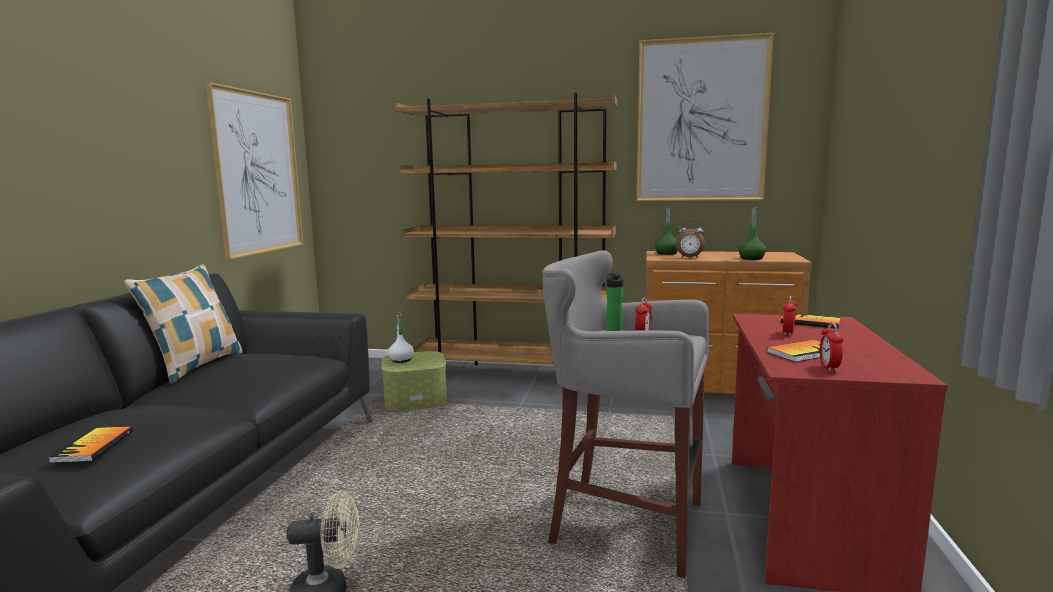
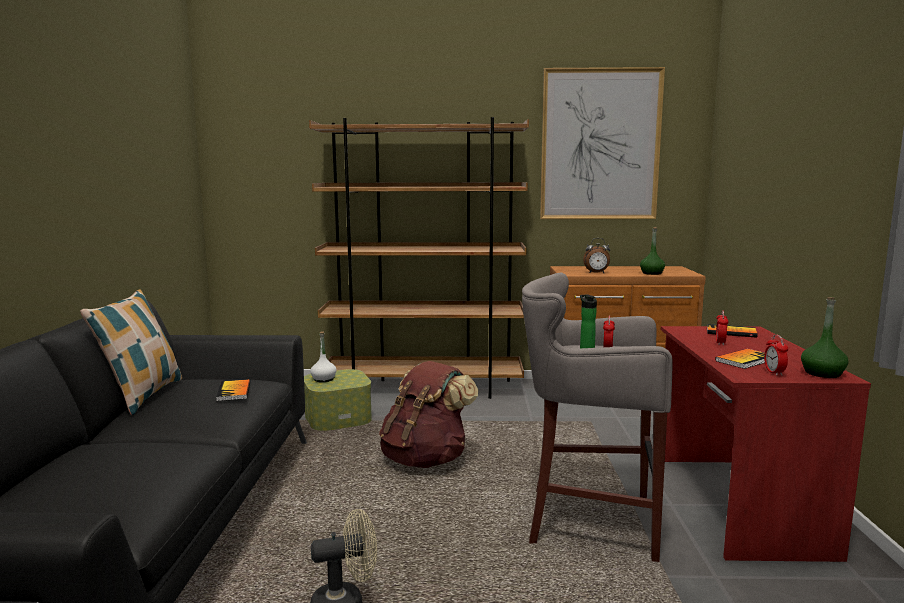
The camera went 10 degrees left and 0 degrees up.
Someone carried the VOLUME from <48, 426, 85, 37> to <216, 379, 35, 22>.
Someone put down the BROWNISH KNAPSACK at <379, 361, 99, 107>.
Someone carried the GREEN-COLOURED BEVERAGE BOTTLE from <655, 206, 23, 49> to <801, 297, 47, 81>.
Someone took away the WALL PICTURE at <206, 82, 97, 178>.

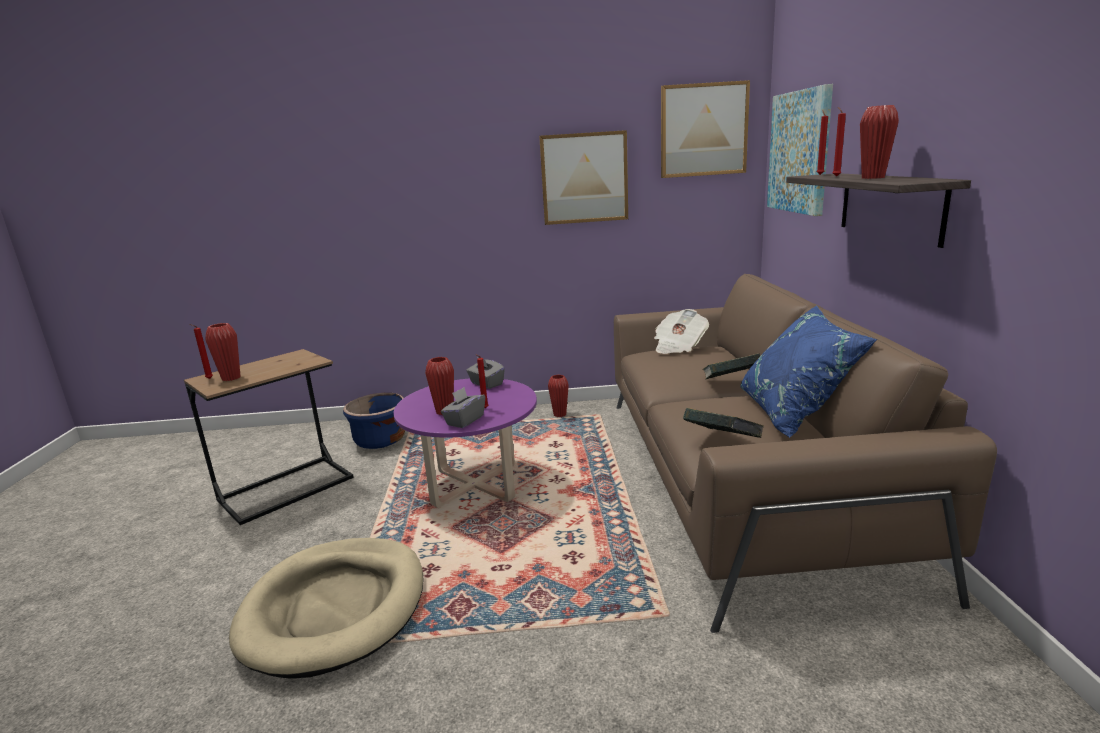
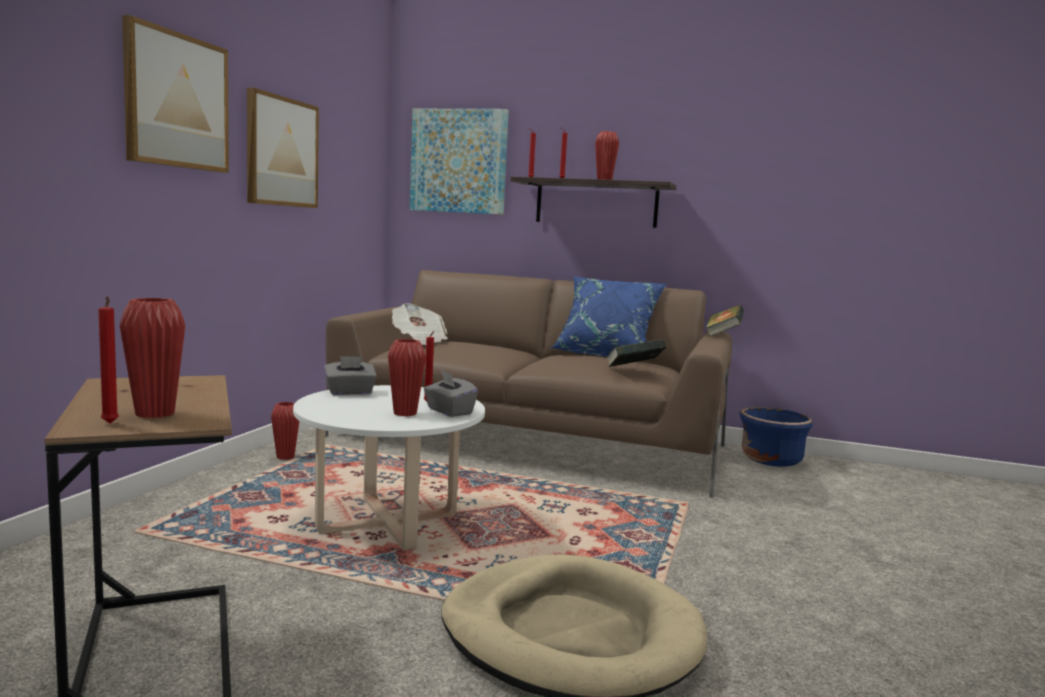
The camera went 70 degrees left and 10 degrees down.
Someone carried the WALL PICTURE from <661, 80, 89, 98> to <122, 15, 107, 158>.
Someone repainted the PURPLISH LOW TABLE at <393, 378, 144, 130>, which became the WHITE LOW TABLE at <293, 385, 192, 166>.
Someone carried the VOLUME from <702, 353, 58, 27> to <706, 305, 38, 32>.
Someone carried the BLUE-COLOURED FLOWER POT from <343, 393, 62, 56> to <739, 407, 74, 60>.

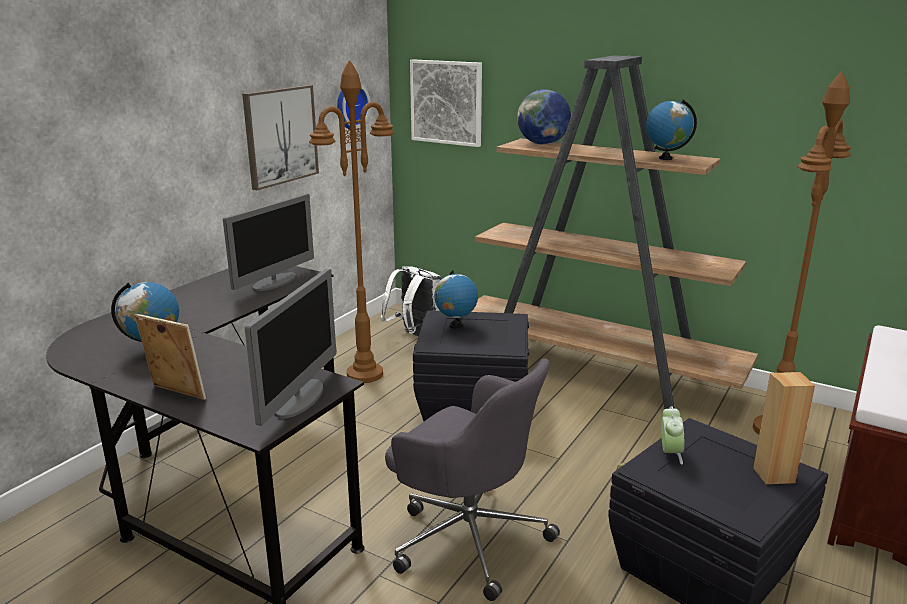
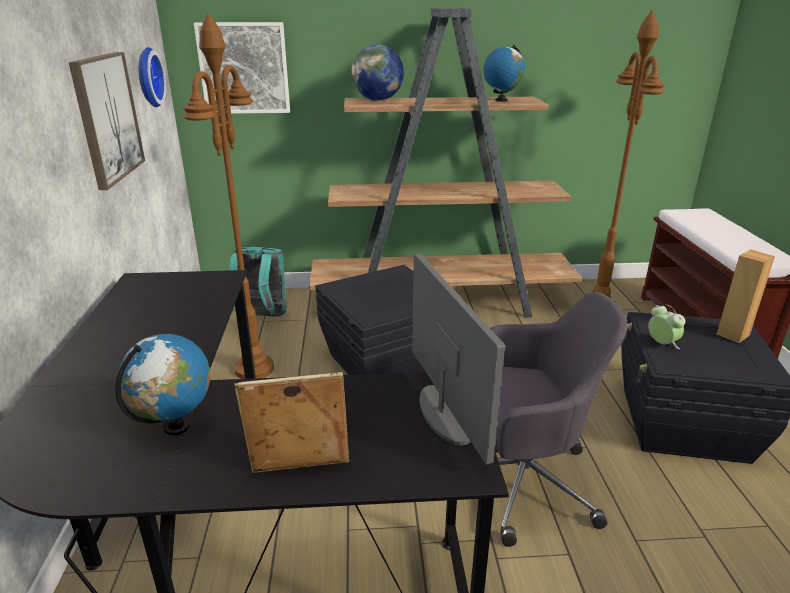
The camera went 35 degrees left and 5 degrees up.
Someone repainted the WHITE KNAPSACK at <380, 266, 62, 70>, which became the TURQUOISE KNAPSACK at <229, 247, 58, 70>.
Someone took away the COMPUTER SCREEN at <223, 194, 91, 97>.
Someone took away the GLOBE at <434, 270, 44, 58>.

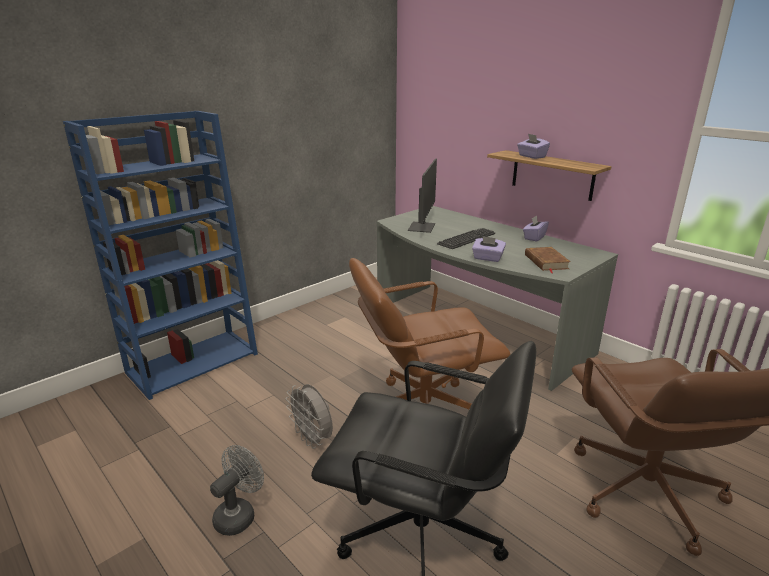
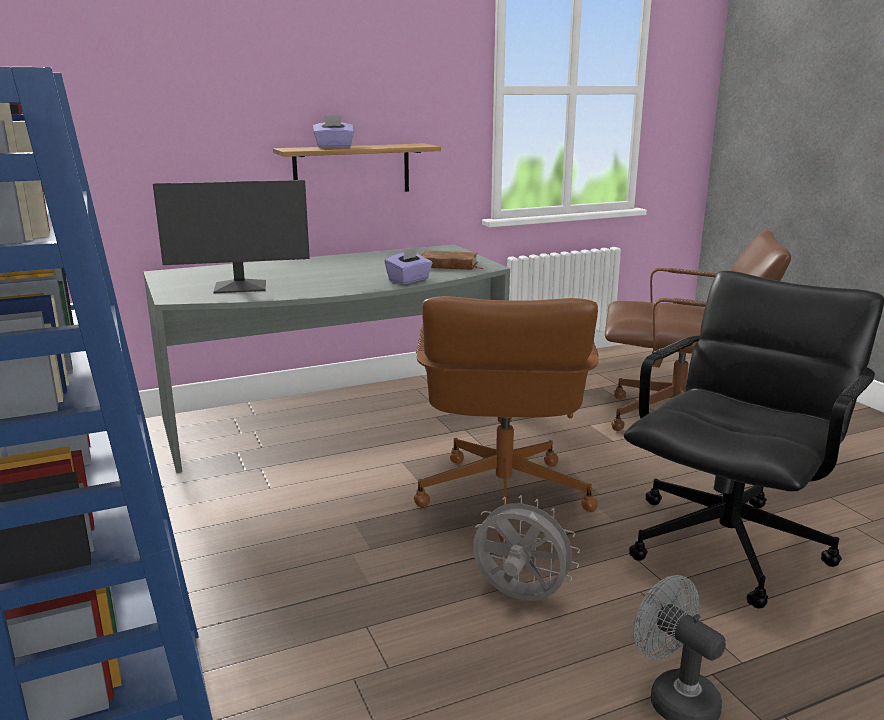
The camera went 70 degrees left and 5 degrees down.
Someone rotated the COMPUTER SCREEN at <408, 158, 29, 75> by 135 degrees clockwise.
Someone rotated the GRAY COOLING FAN at <286, 384, 47, 65> by 135 degrees counterclockwise.
Someone took away the PC KEYBOARD at <437, 228, 58, 21>.
Someone took away the PURPLISH TISSUE BOX at <523, 215, 26, 27>.

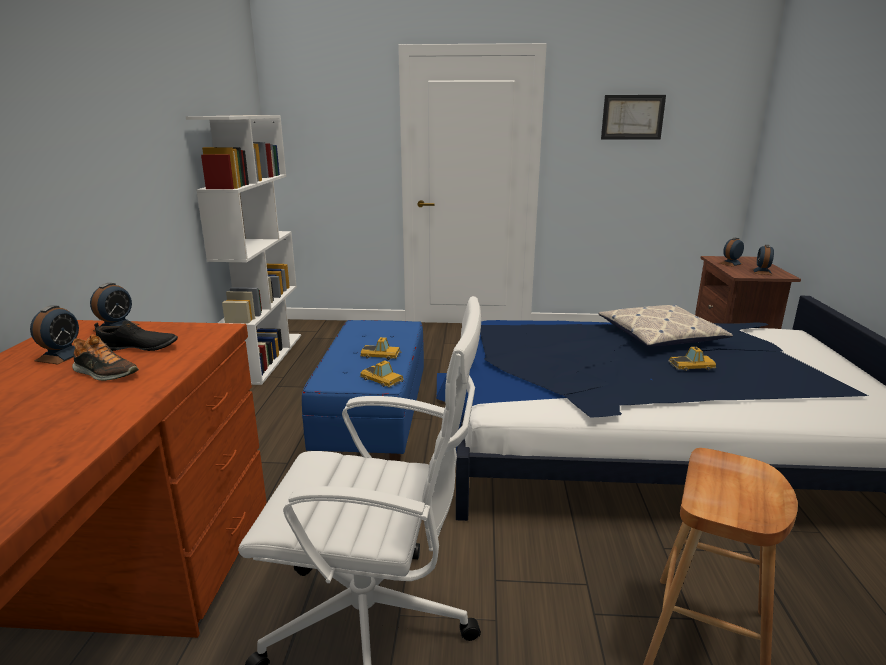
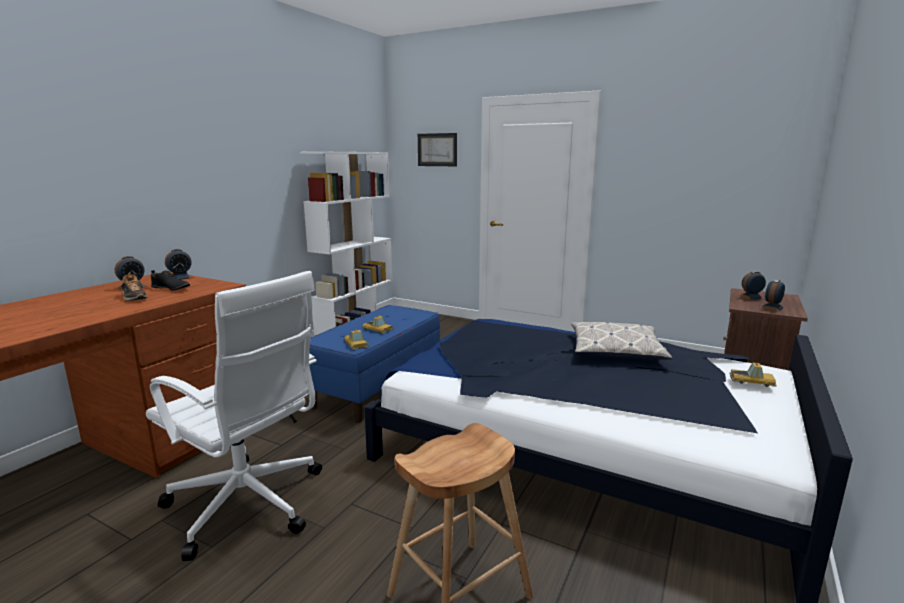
The camera went 25 degrees right and 5 degrees down.
Someone carried the WALL PICTURE from <601, 95, 65, 45> to <418, 133, 39, 33>.
Someone carried the MODEL CAR from <668, 346, 48, 25> to <729, 363, 48, 24>.

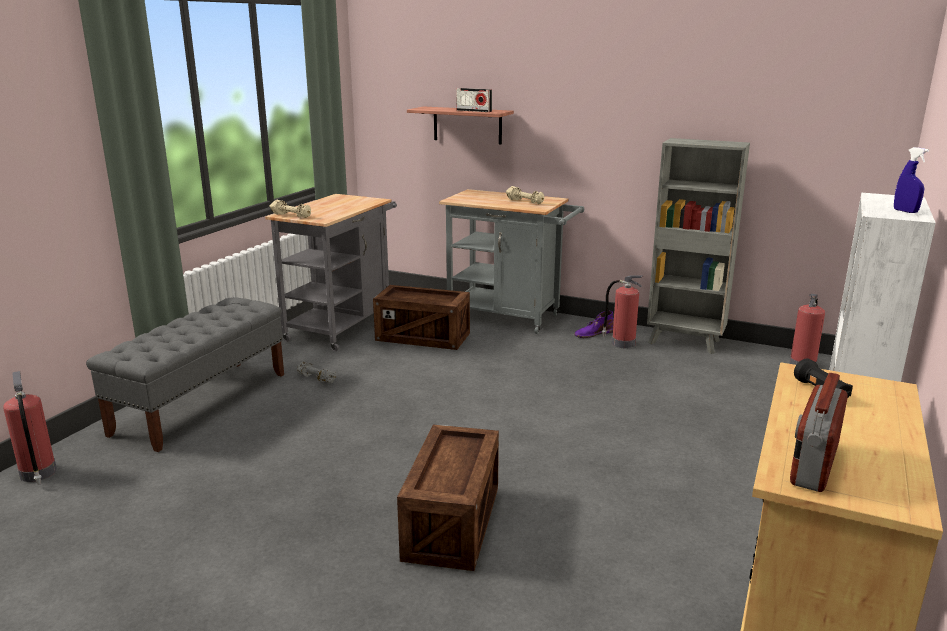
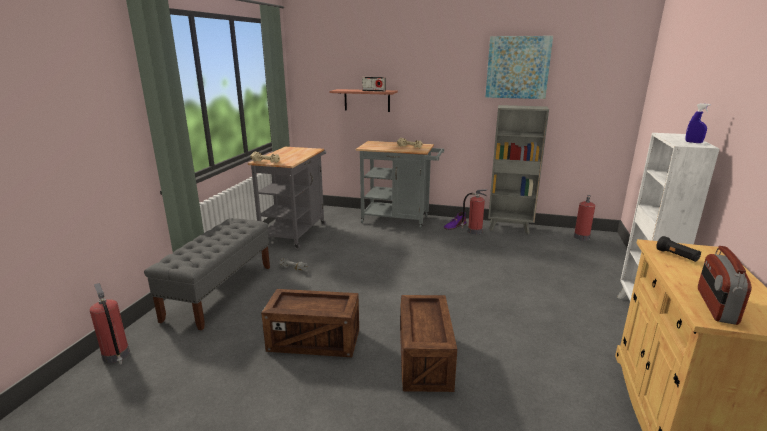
The camera went 10 degrees left and 0 degrees up.
Someone carried the SHIPPING CRATE from <373, 285, 97, 65> to <261, 289, 98, 68>.
Someone put up the WALL PICTURE at <486, 36, 67, 63>.

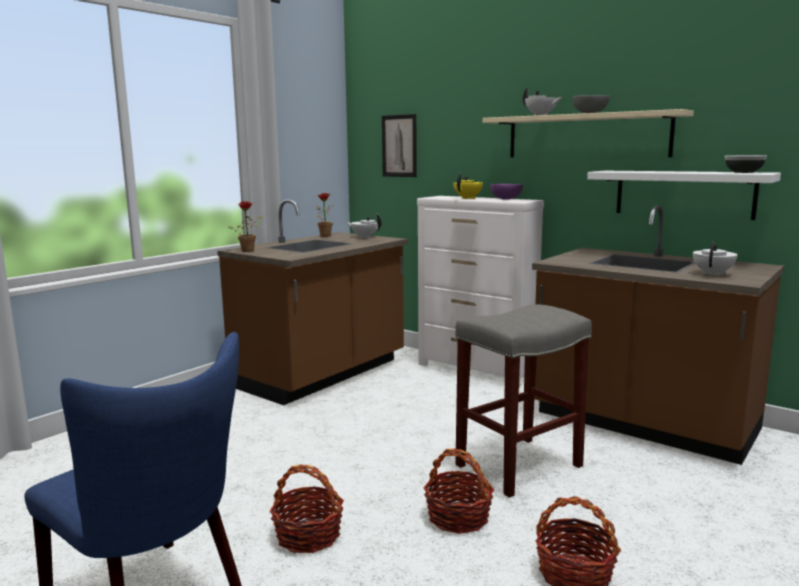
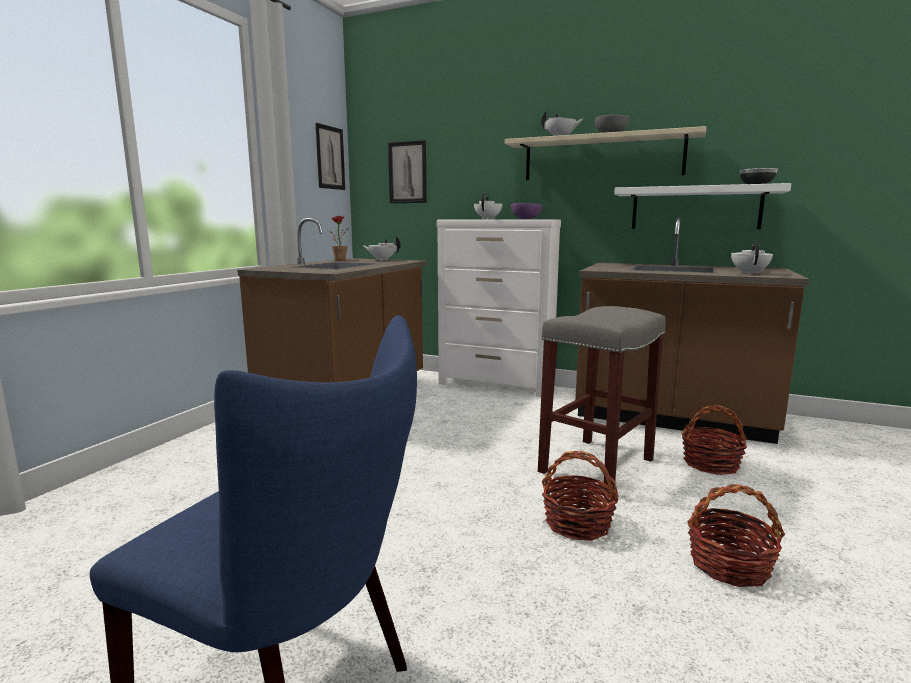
The camera went 15 degrees left and 0 degrees up.
Someone put up the WALL PICTURE at <315, 123, 30, 67>.
Someone repainted the YELLOW TEAPOT at <453, 173, 30, 26>, which became the WHITE TEAPOT at <474, 192, 28, 27>.
Someone carried the BASKET from <270, 465, 74, 88> to <682, 405, 65, 70>.
Someone took away the HOUSEPLANT at <228, 201, 34, 51>.

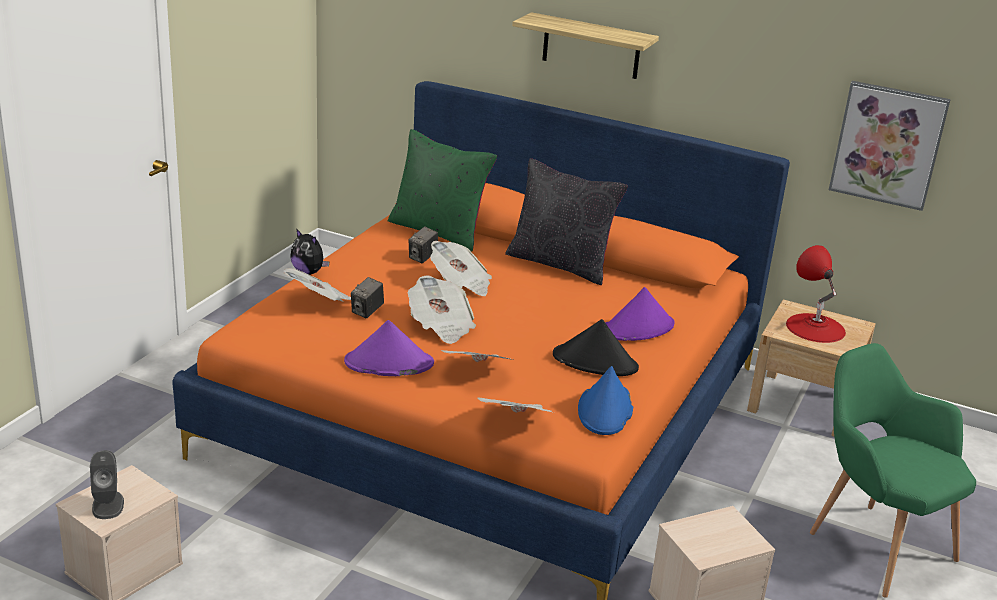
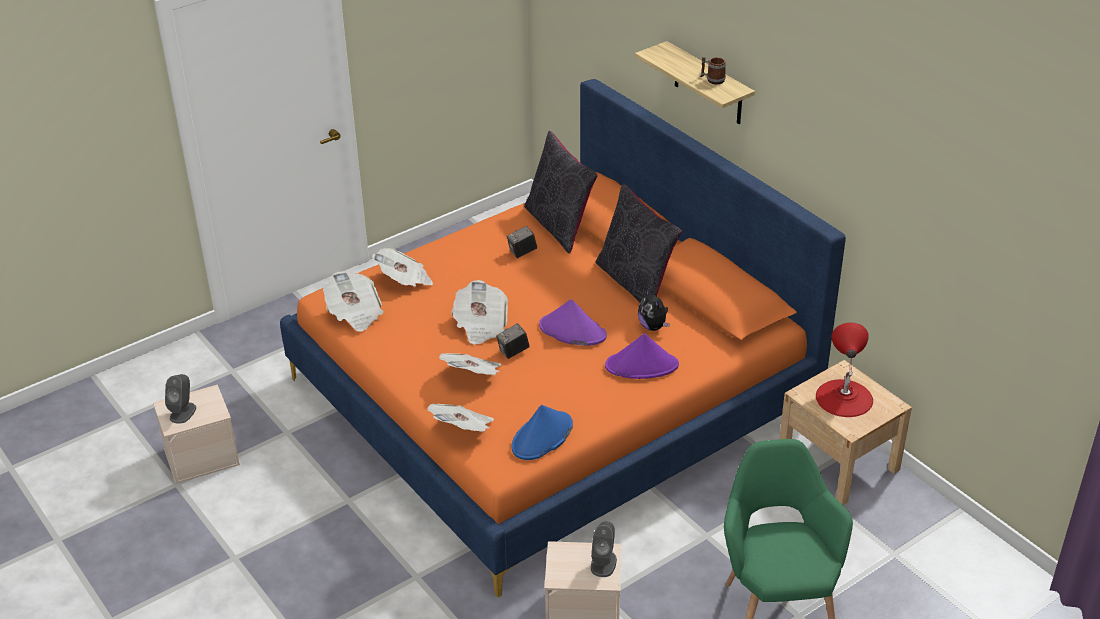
The camera went 30 degrees right and 10 degrees up.
Someone carried the NEWSPAPER from <430, 241, 62, 55> to <323, 271, 61, 61>.
Someone carried the PHOTO CAMERA from <351, 277, 33, 42> to <496, 323, 34, 36>.
Someone repainted the GREEN-COLOURED PILLOW at <388, 129, 109, 123>, which became the BLACK-COLOURED PILLOW at <524, 131, 74, 123>.
Someone carried the PURPLISH HAT from <344, 320, 90, 56> to <539, 299, 68, 47>.
Someone put down the GRAY AUDIO SPEAKER at <591, 521, 26, 56>.
Someone carried the CUDDLY TOY from <290, 228, 40, 47> to <638, 289, 31, 42>.
Someone put down the MUG at <700, 57, 26, 27>.
Someone took away the BLACK-COLOURED HAT at <553, 319, 86, 57>.
Someone took away the WALL PICTURE at <829, 81, 122, 130>.

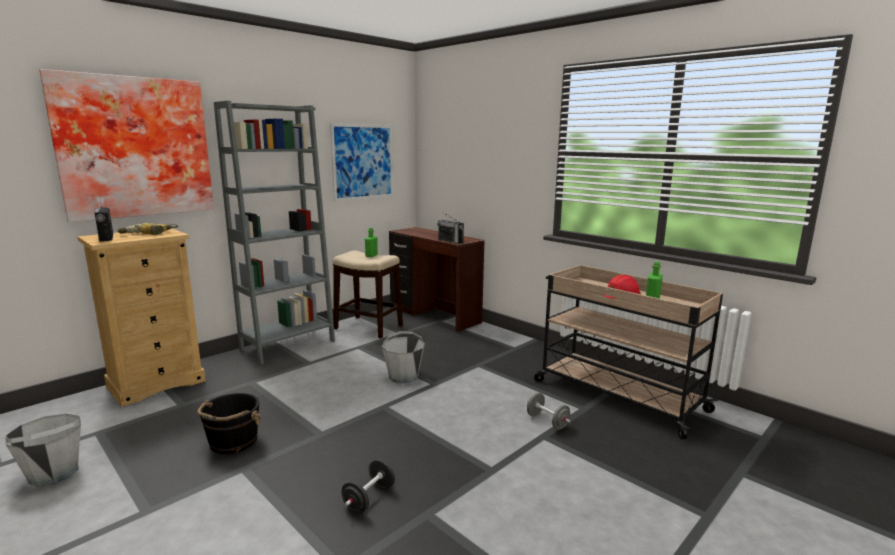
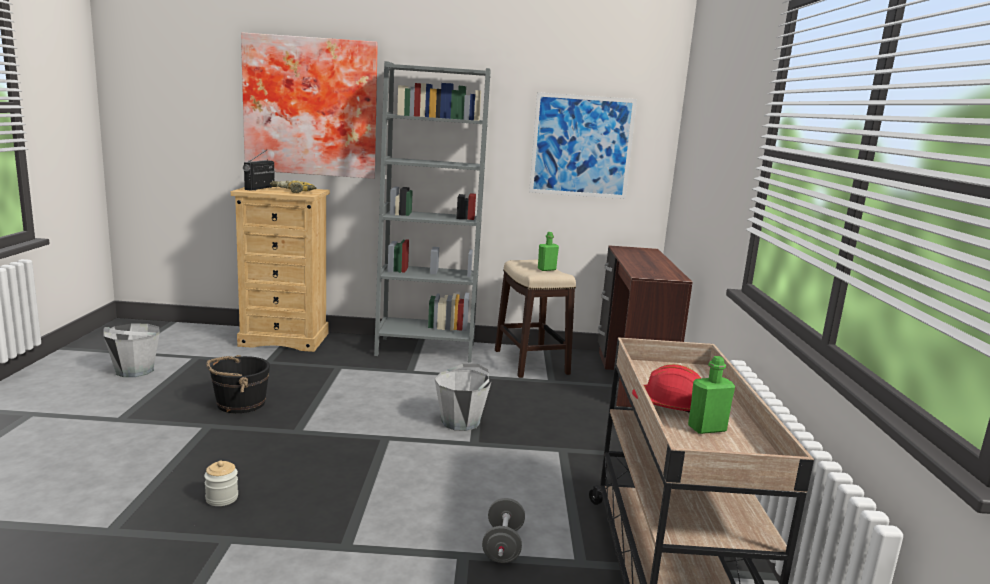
The camera went 45 degrees right and 0 degrees up.
Someone swapped the BLACK-COLOURED DUMBBELL at <342, 459, 53, 54> for the STORAGE JAR at <204, 461, 34, 45>.
Someone took away the RADIO RECEIVER at <437, 213, 27, 31>.

